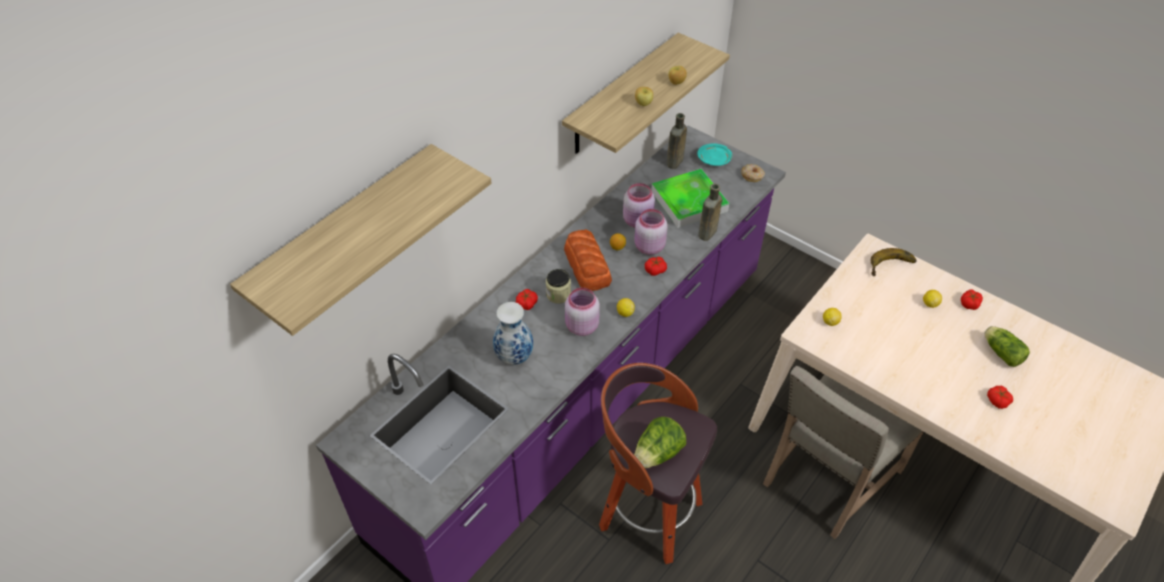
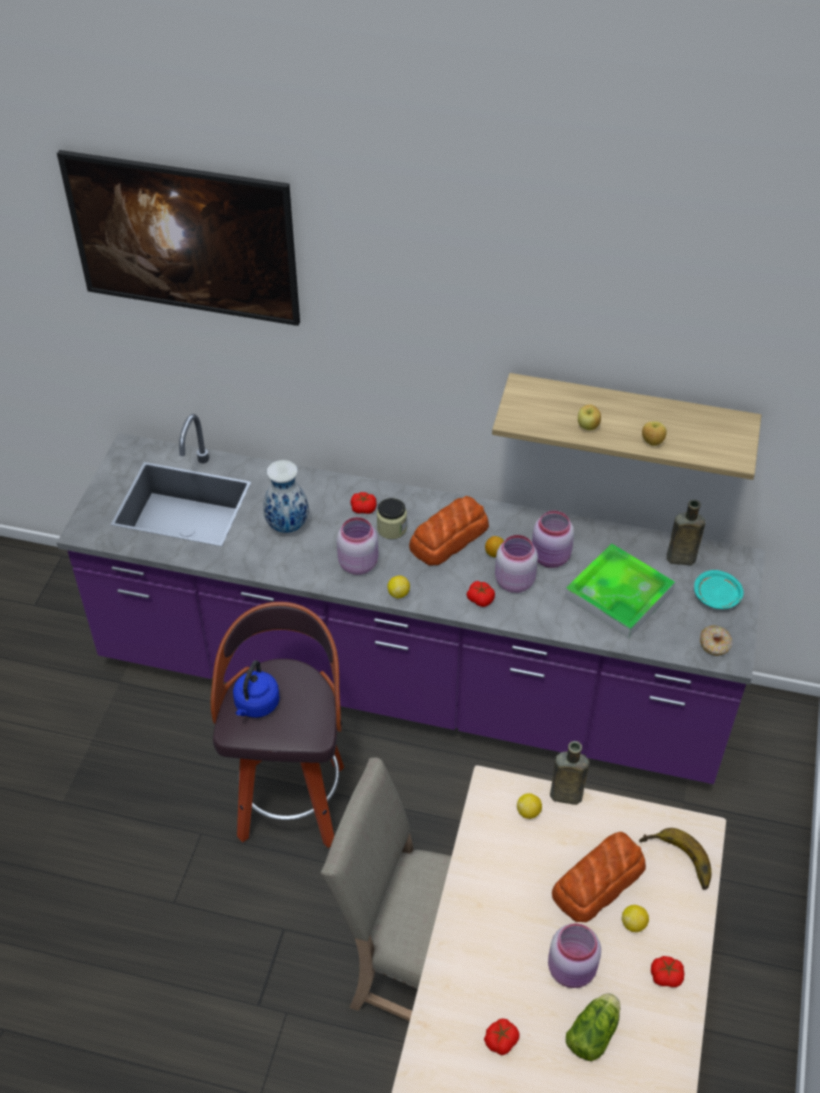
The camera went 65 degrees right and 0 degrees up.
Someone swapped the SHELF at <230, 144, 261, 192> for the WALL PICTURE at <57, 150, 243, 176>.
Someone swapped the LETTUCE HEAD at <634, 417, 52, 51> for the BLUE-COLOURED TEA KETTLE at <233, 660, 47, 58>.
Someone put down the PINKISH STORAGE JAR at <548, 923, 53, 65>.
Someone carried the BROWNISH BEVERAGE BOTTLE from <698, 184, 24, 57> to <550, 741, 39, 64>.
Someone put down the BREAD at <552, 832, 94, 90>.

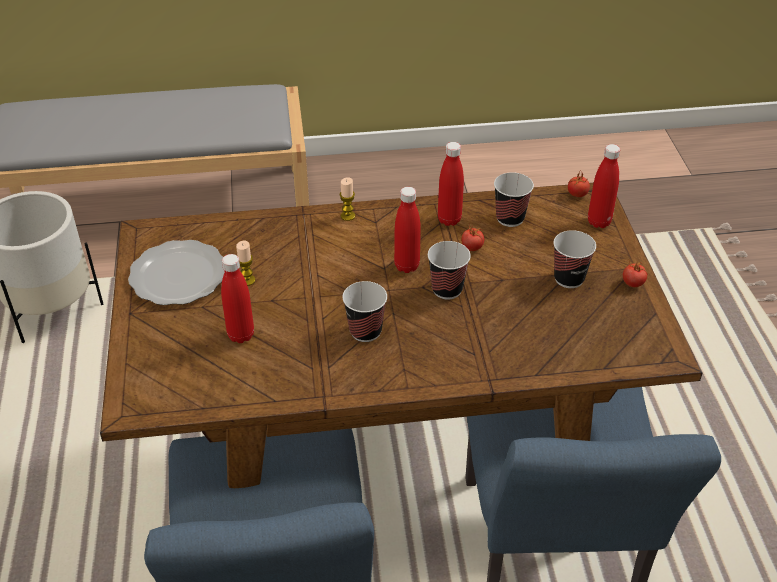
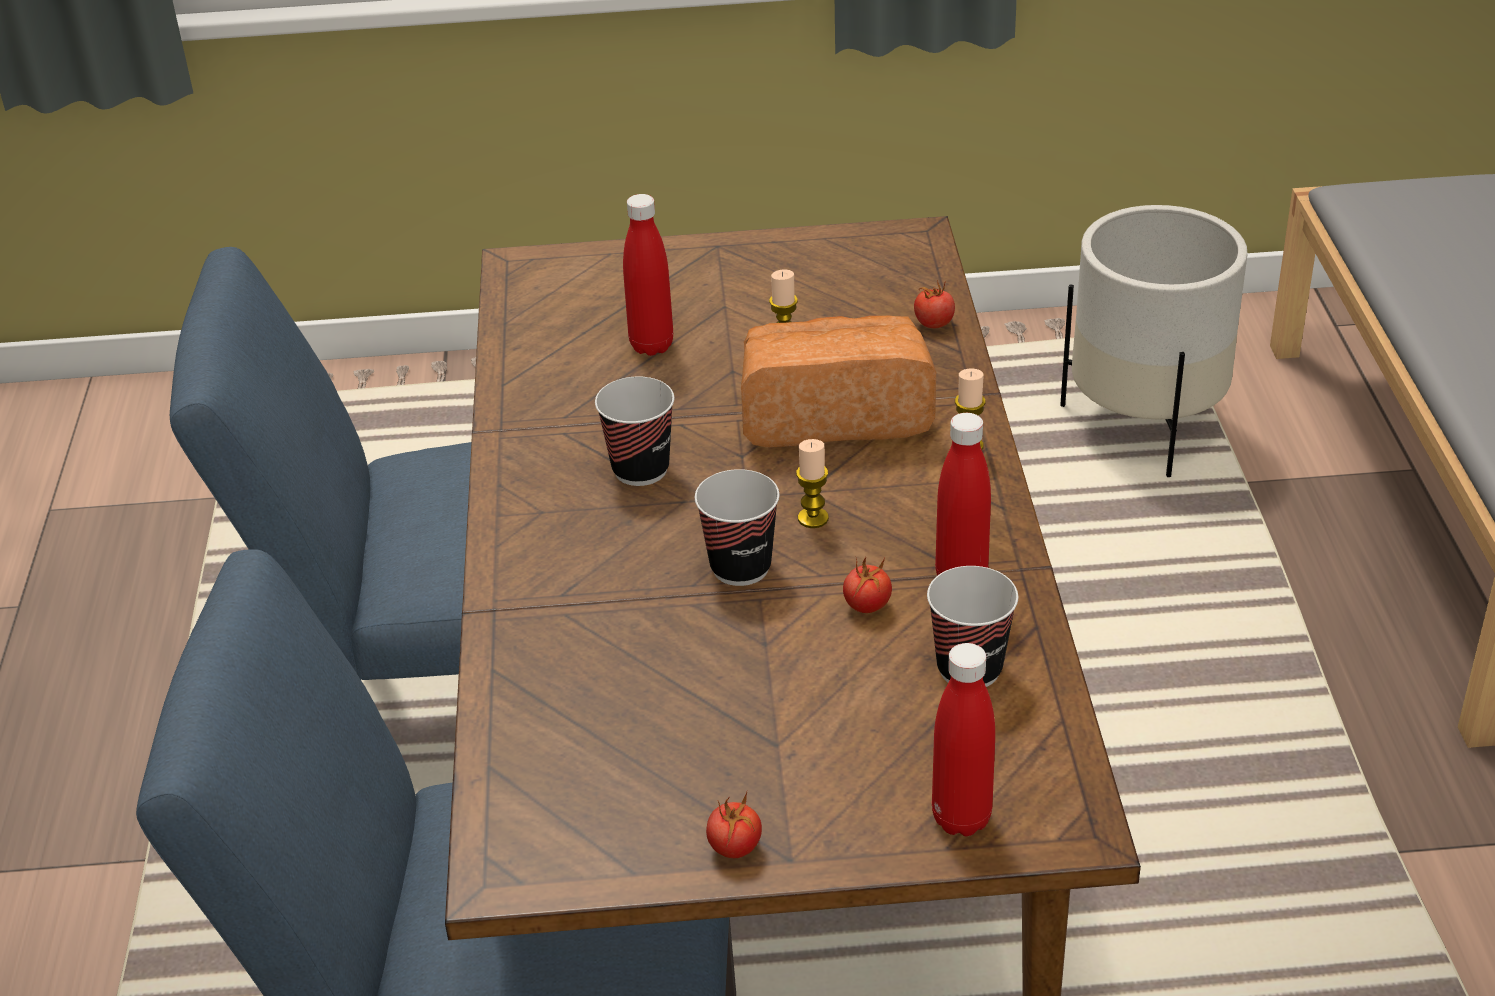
The camera went 95 degrees right and 5 degrees down.
Someone put down the BREAD at <741, 315, 195, 132>.
Someone swapped the RED BEVERAGE BOTTLE at <394, 187, 27, 86> for the WAX CANDLE at <796, 439, 33, 89>.
Someone carried the FRESH TOMATO from <568, 172, 22, 25> to <914, 280, 41, 48>.
Someone took away the DINNER PLATE at <128, 240, 97, 65>.
Someone took away the DRINKING CUP at <553, 230, 43, 58>.

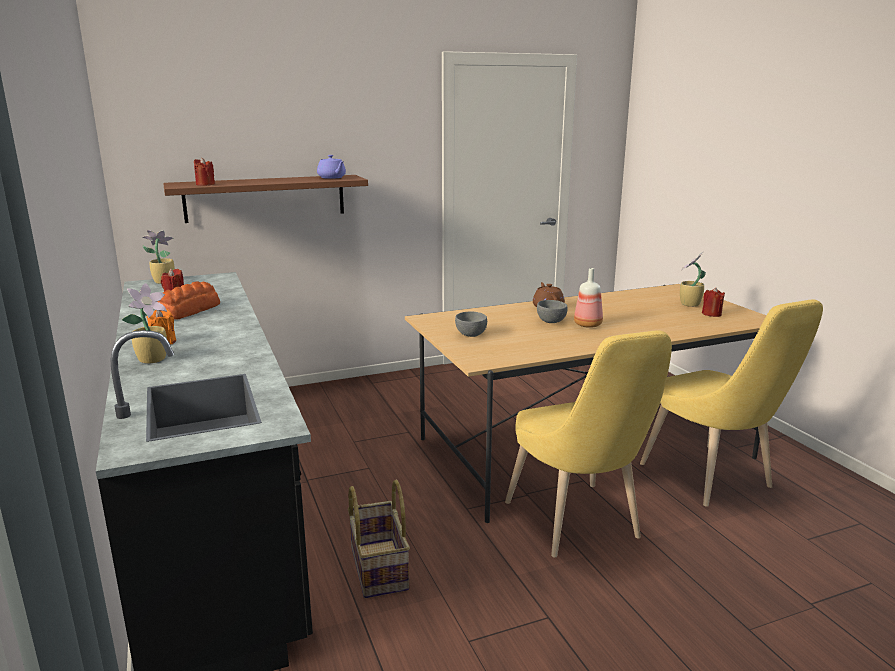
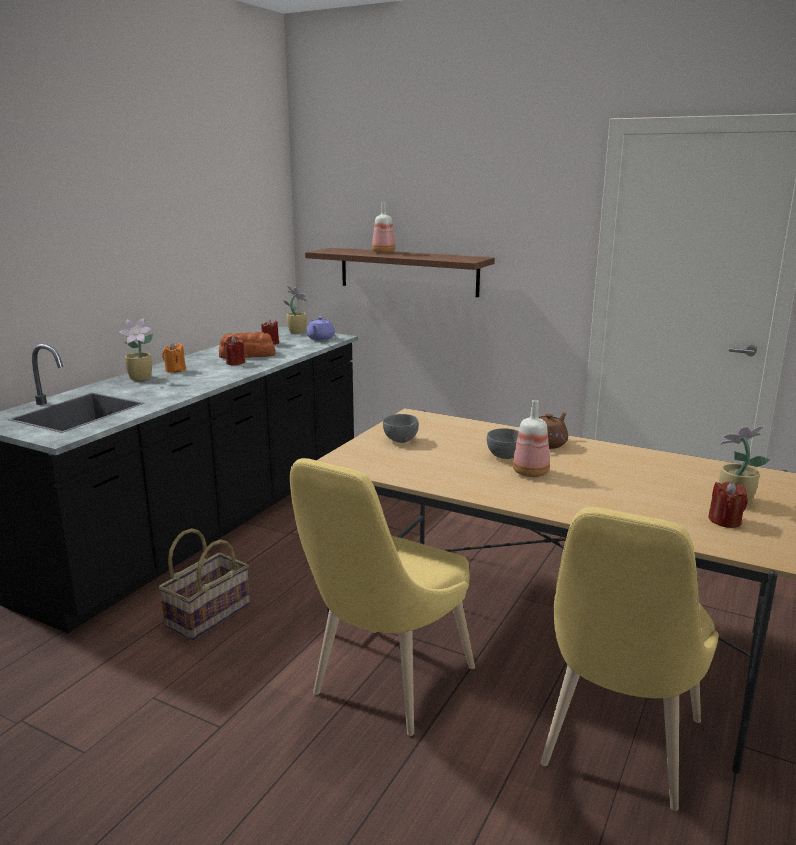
The camera went 50 degrees right and 0 degrees up.
Someone carried the RED WAX CANDLE from <194, 158, 21, 28> to <224, 336, 21, 29>.
Someone carried the PURPLISH TEAPOT from <317, 155, 29, 24> to <307, 317, 28, 23>.
Someone put down the BEVERAGE BOTTLE at <372, 203, 24, 50>.

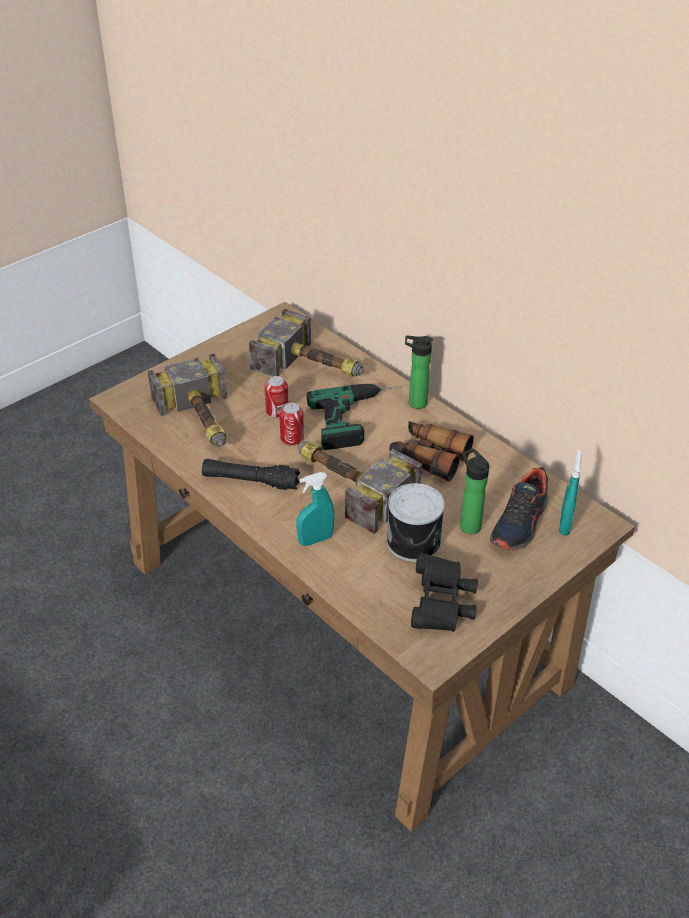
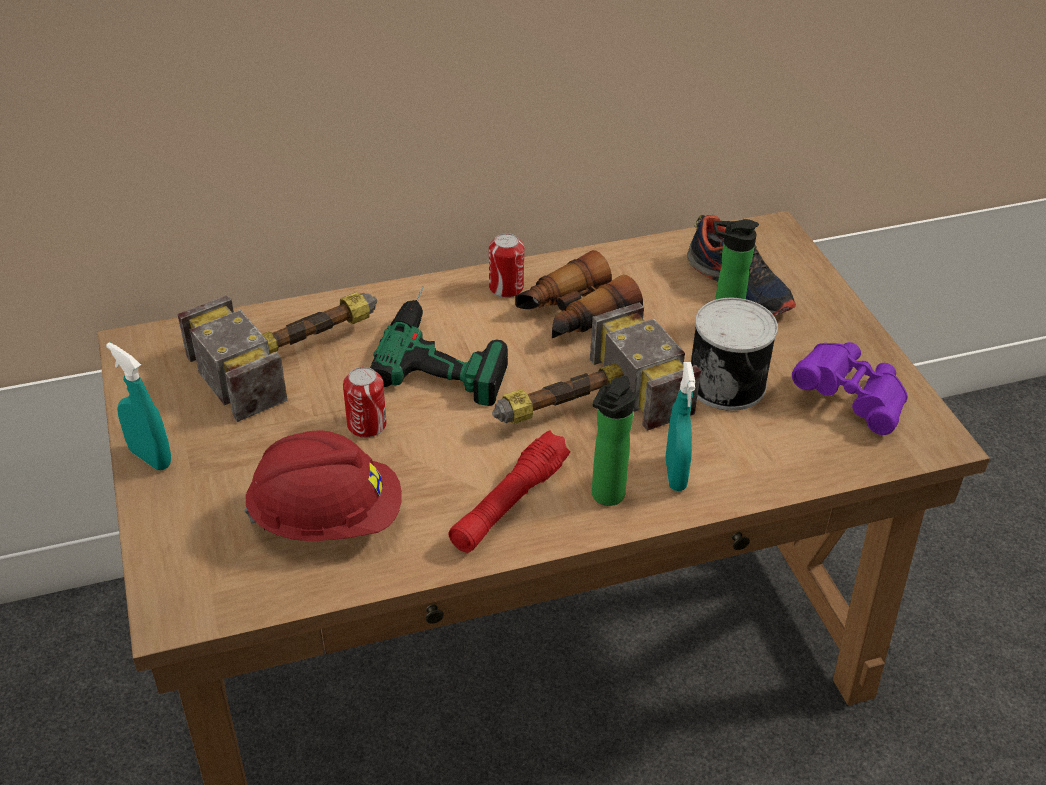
The camera went 65 degrees left and 0 degrees up.
Someone carried the TURQUOISE SPRAY BOTTLE from <559, 450, 23, 85> to <106, 342, 65, 128>.
Someone swapped the TOOL HAMMER at <147, 354, 81, 93> for the RED WORK HELMET at <244, 430, 158, 111>.
Someone repainted the BLACK-COLOURED FLASHLIGHT at <202, 459, 98, 31>, which became the RED FLASHLIGHT at <448, 430, 122, 123>.
Someone carried the CAN from <279, 403, 25, 43> to <489, 233, 35, 65>.
Someone carried the BEVERAGE BOTTLE from <405, 336, 28, 73> to <592, 376, 43, 130>.
Someone repainted the BLACK-COLOURED BINOCULARS at <411, 553, 67, 79>, which became the PURPLISH BINOCULARS at <792, 342, 116, 93>.

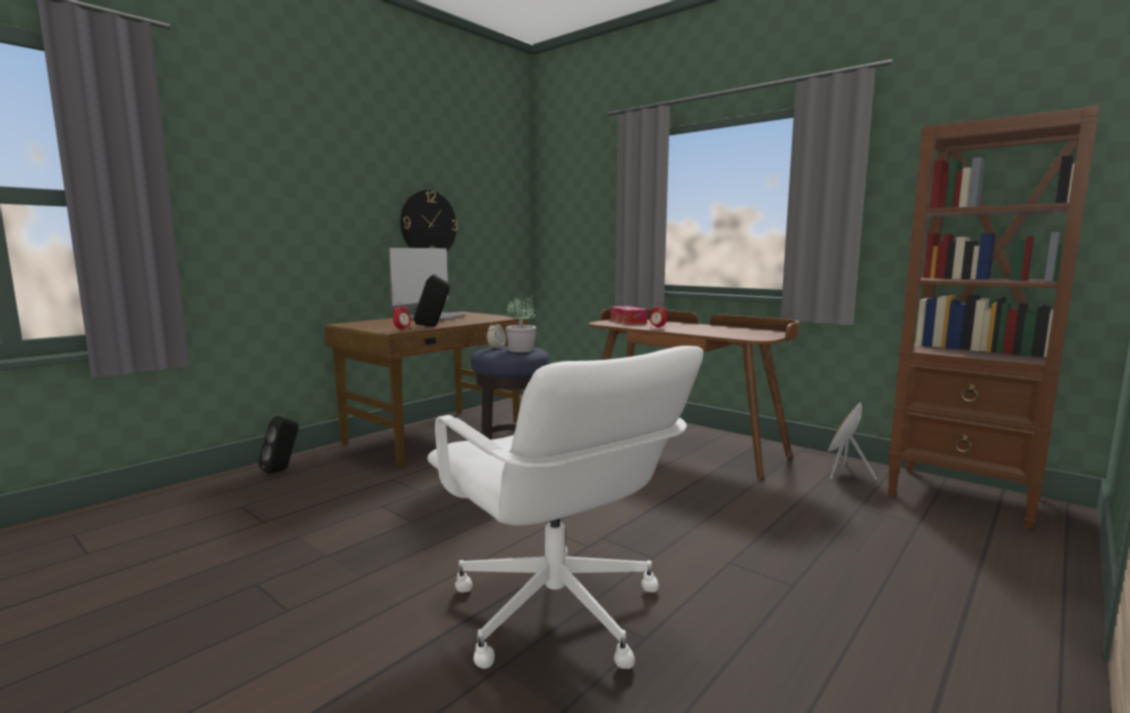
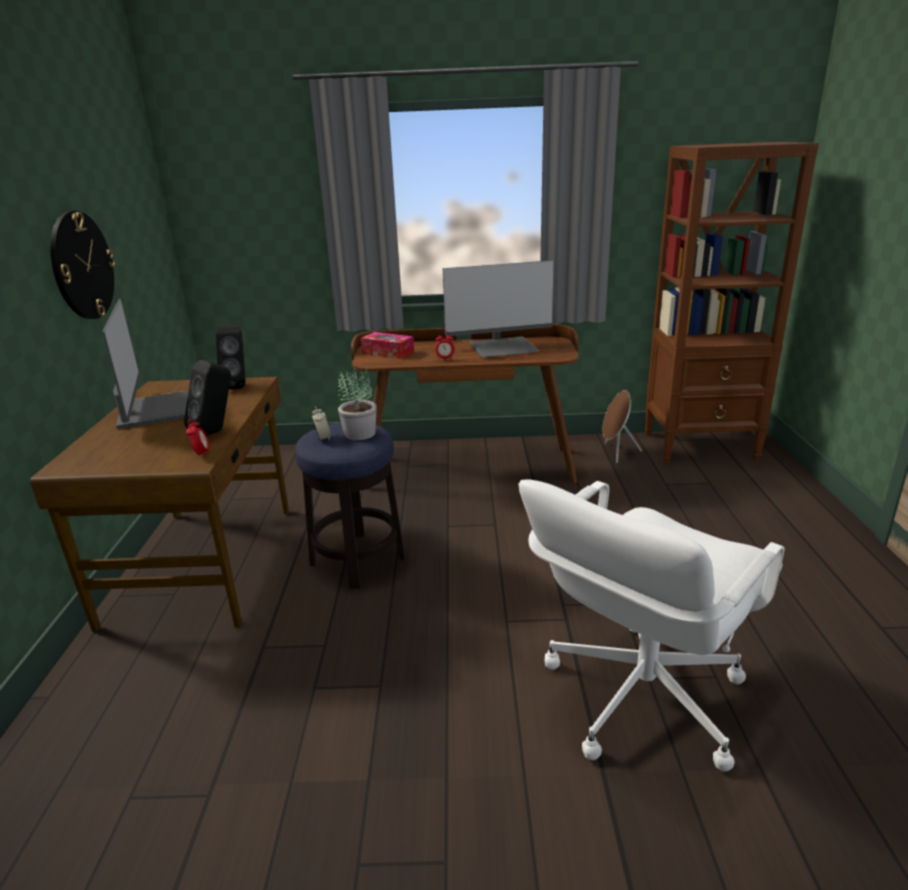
The camera went 40 degrees left and 15 degrees up.
Someone carried the BLACK-COLOURED AUDIO SPEAKER from <258, 416, 41, 58> to <216, 324, 29, 65>.
Someone put down the COMPUTER SCREEN at <443, 260, 111, 98>.
Someone rotated the WHITE COMPUTER CHAIR at <427, 346, 276, 323> by 120 degrees clockwise.

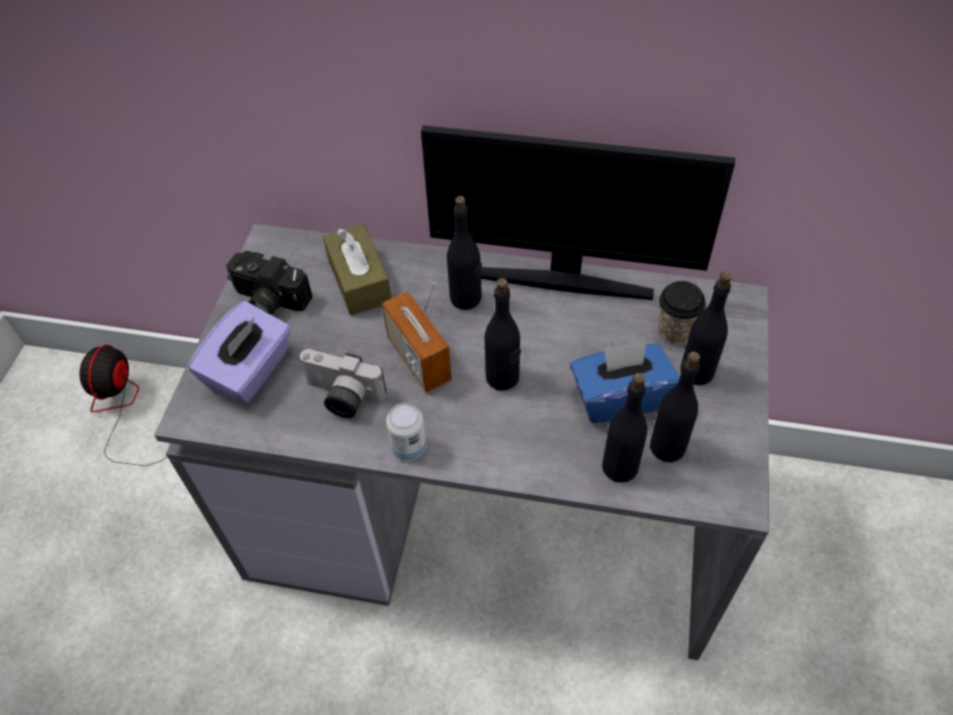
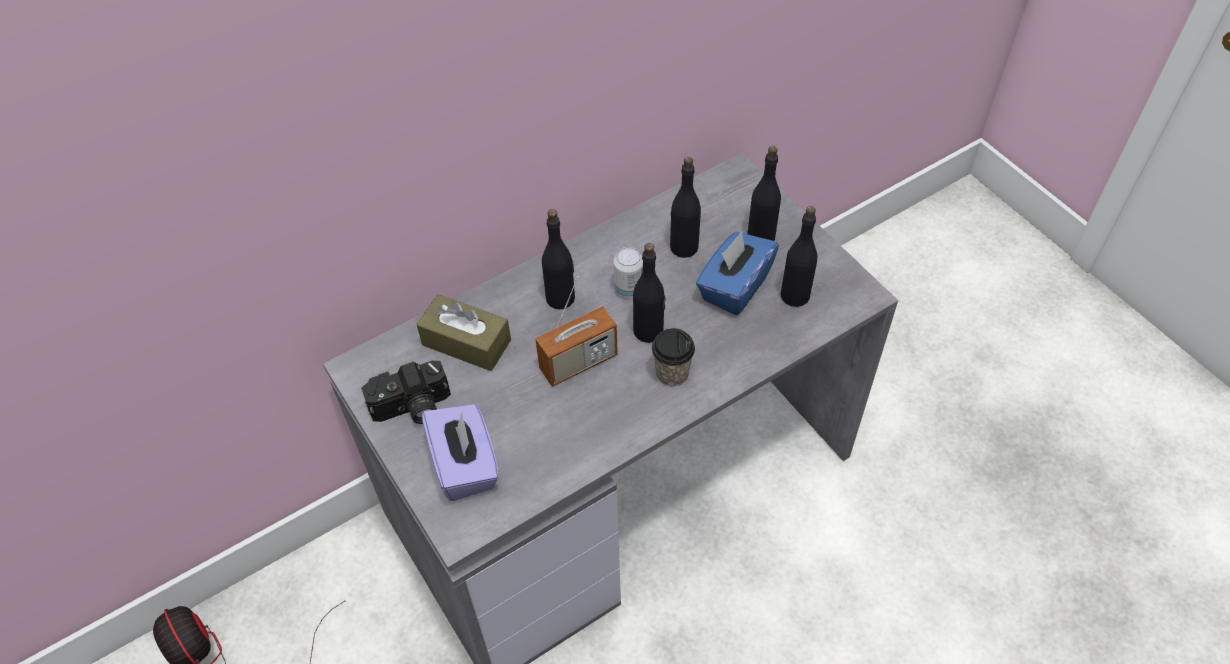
The camera went 45 degrees left and 0 degrees up.
Someone rotated the RADIO RECEIVER at <382, 283, 70, 109> by 45 degrees counterclockwise.
Someone carried the CAN from <386, 402, 41, 59> to <614, 247, 29, 51>.
Someone carried the DRINKING CUP from <658, 281, 48, 63> to <652, 328, 43, 59>.
Someone carried the BLACK-COLOURED BEVERAGE BOTTLE from <602, 373, 46, 110> to <670, 156, 31, 102>.
Someone took away the PHOTO CAMERA at <298, 349, 88, 69>.
Someone took away the COMPUTER SCREEN at <421, 125, 314, 175>.

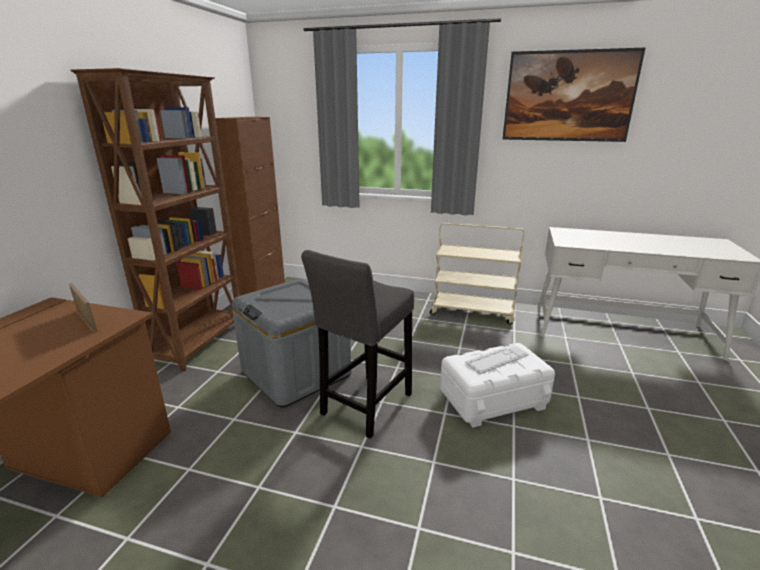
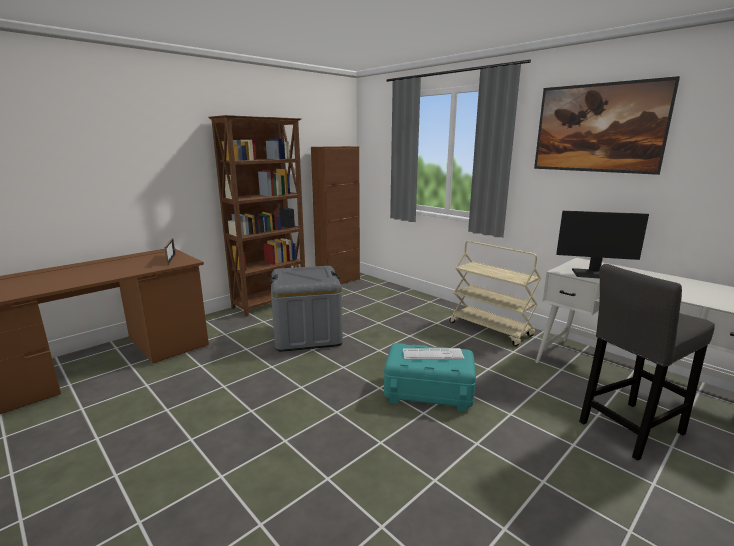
The camera went 30 degrees right and 5 degrees down.
Someone repainted the WHITE STORAGE CONTAINER at <440, 343, 115, 84>, which became the TURQUOISE STORAGE CONTAINER at <384, 343, 92, 69>.
Someone put down the COMPUTER SCREEN at <556, 211, 93, 68>.
Someone carried the GRAY STOOL SEAT from <301, 250, 113, 189> to <579, 264, 136, 197>.

